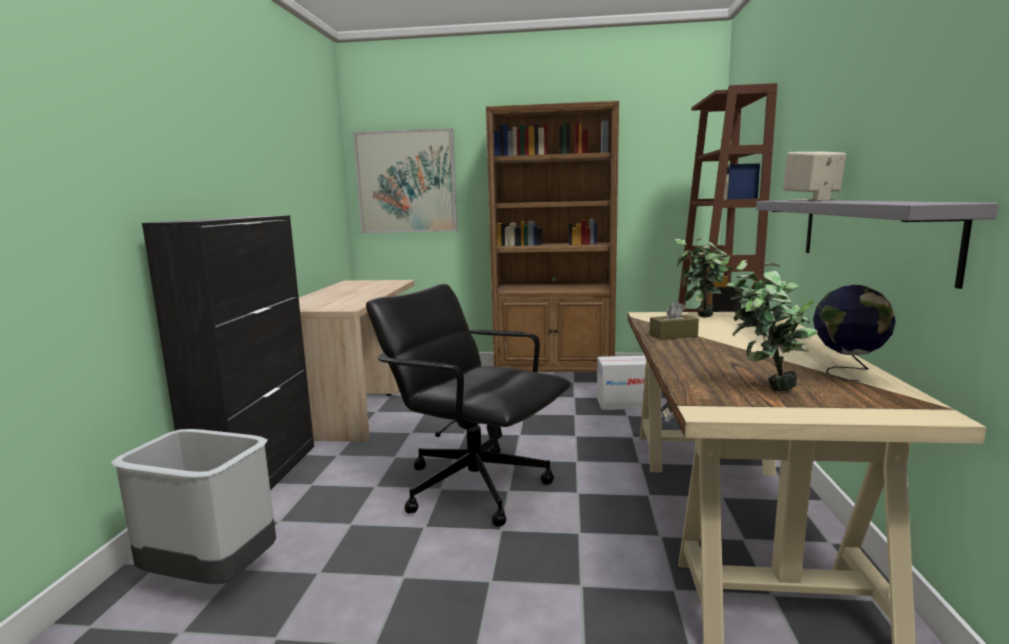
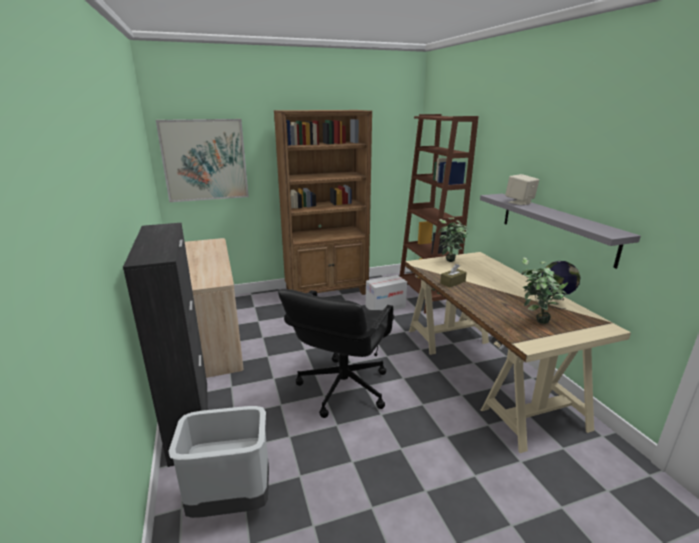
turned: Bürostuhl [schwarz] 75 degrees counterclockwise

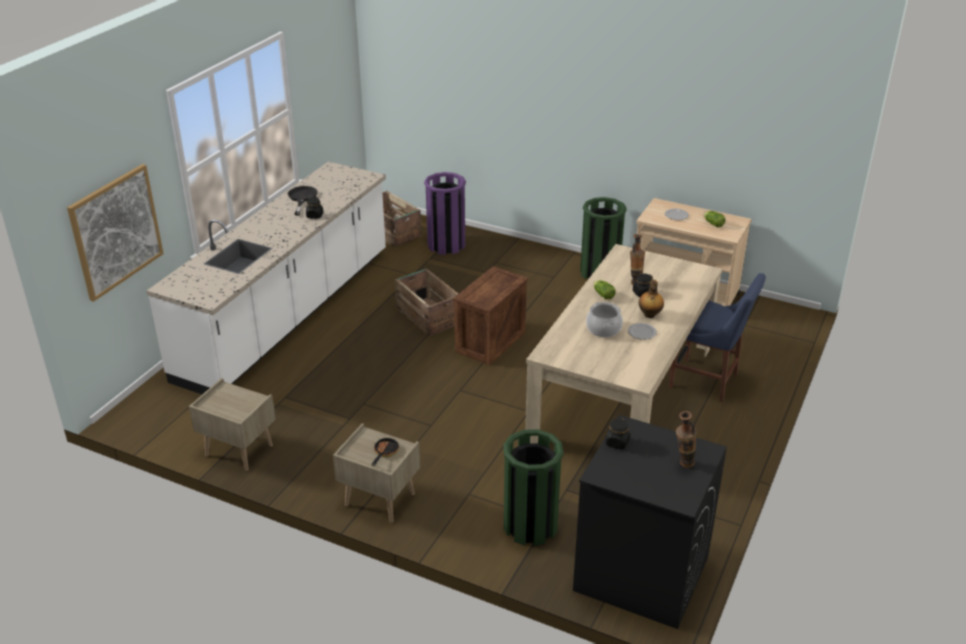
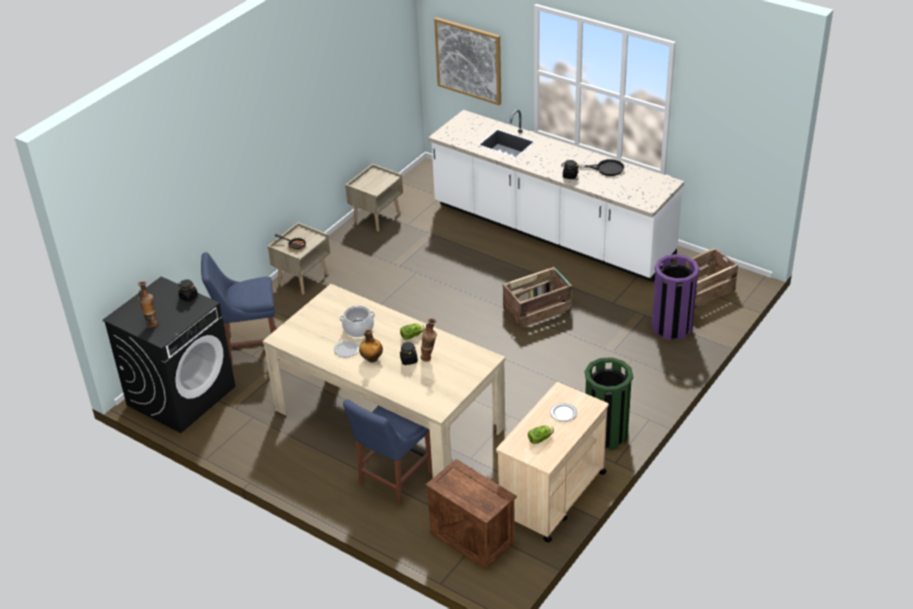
moved: Kiste (3rd from left in the first image) to Kiste (1st from left)
replaced: Mülleimer [grün] (1st from left) to Stuhl [blau] (1st from left)

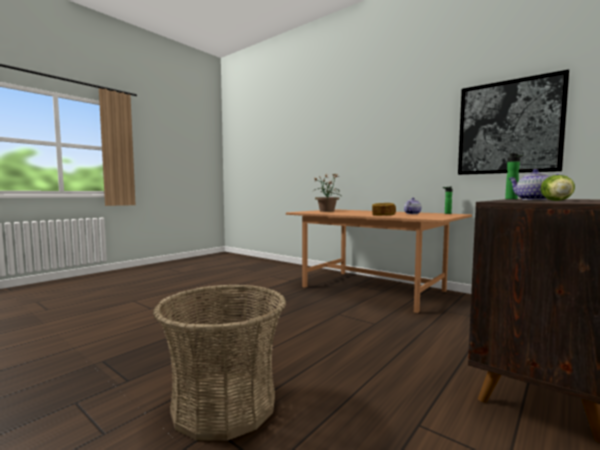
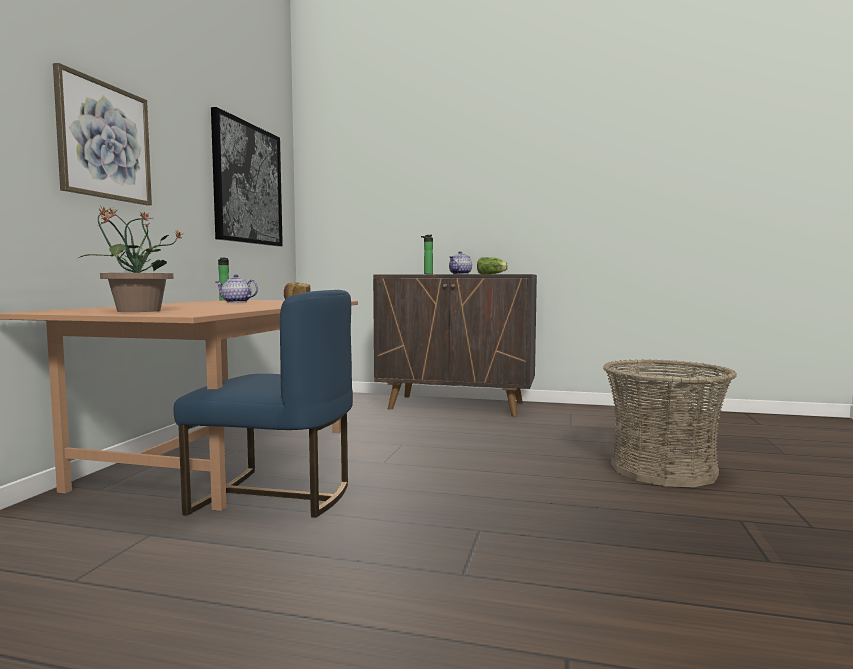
added: Bild (1st from left); Stuhl [blau]

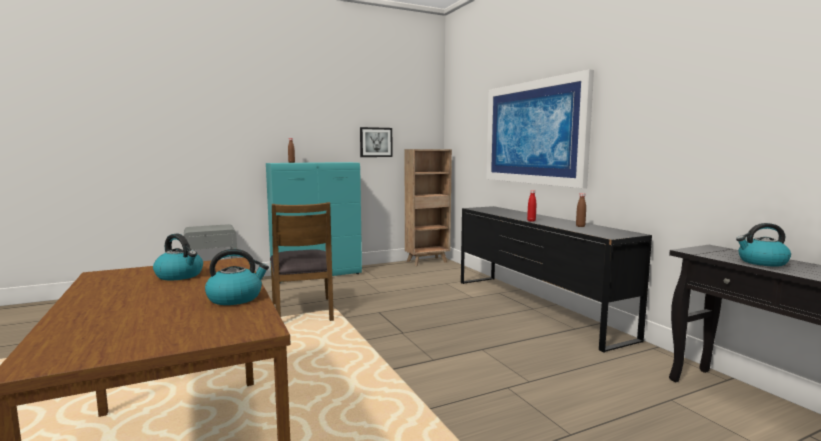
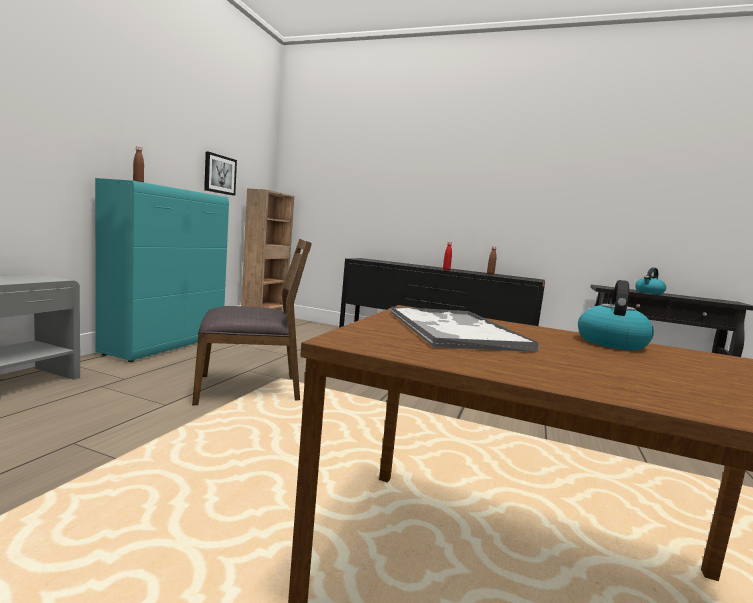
removed: Bild (2nd from left)
replaced: Wasserkessel (1st from left) to Tablett
turned: Stuhl [braun] 45 degrees counterclockwise

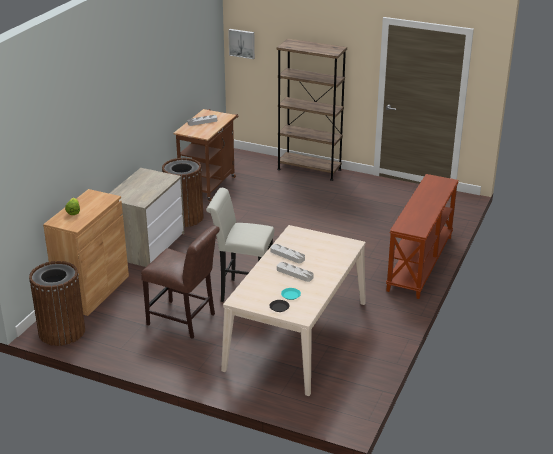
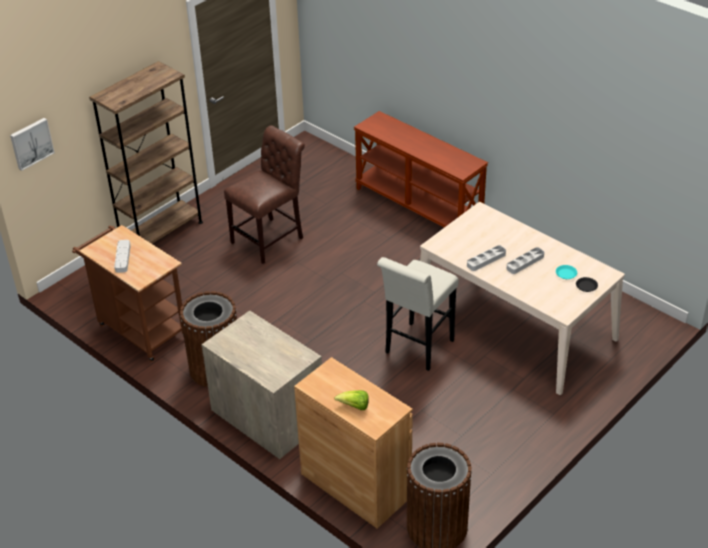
moved: Stuhl [braun]

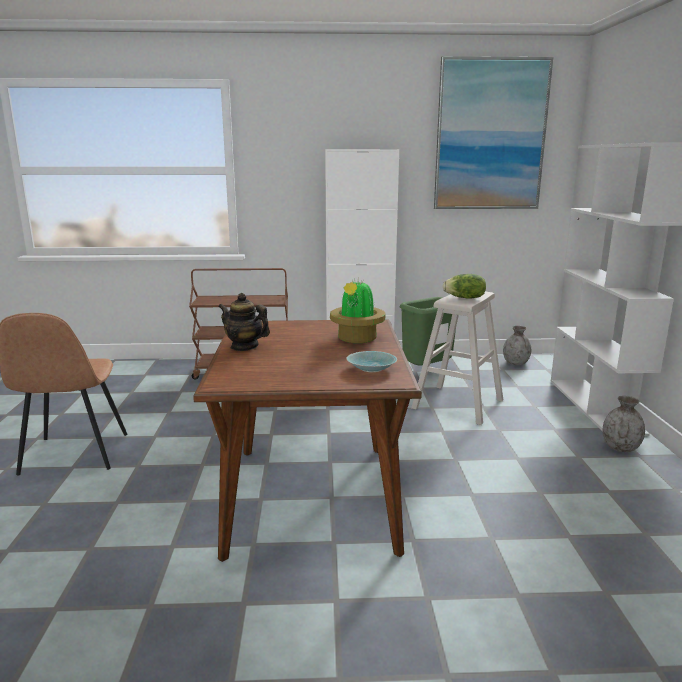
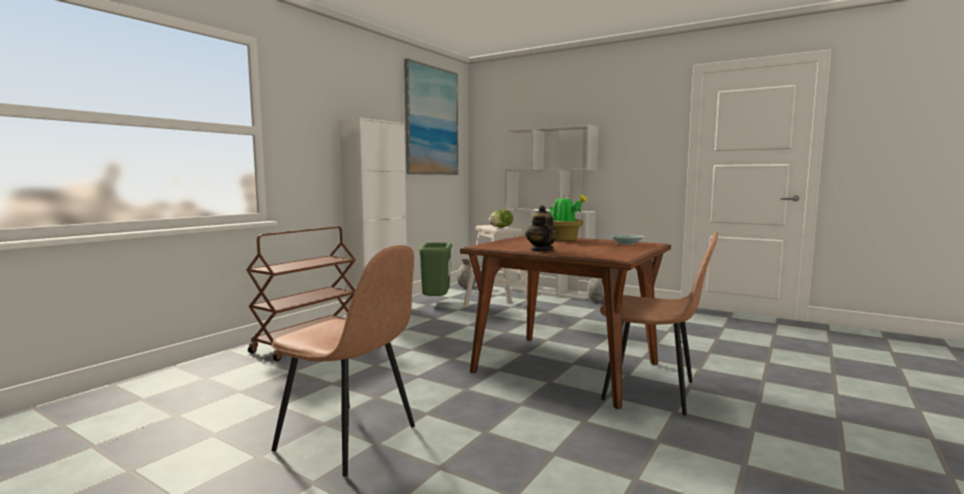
added: Stuhl [braun] (2nd from left)
turned: Teekanne 105 degrees clockwise

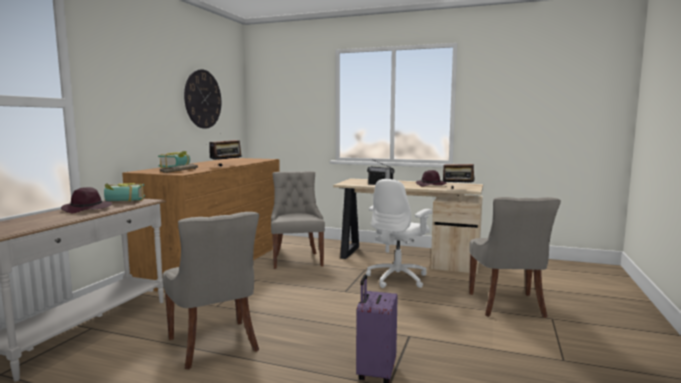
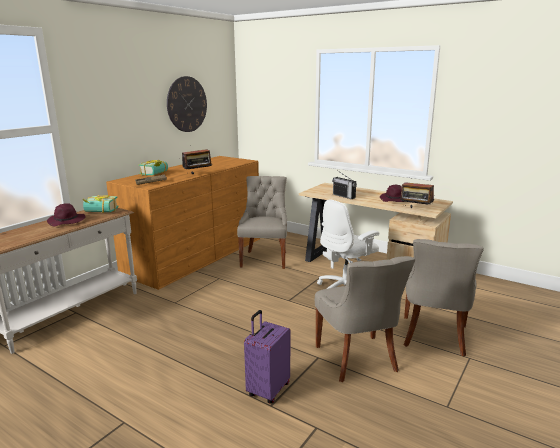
moved: Stuhl [grau] (1st from left in the first image) to Stuhl [grau] (2nd from left)

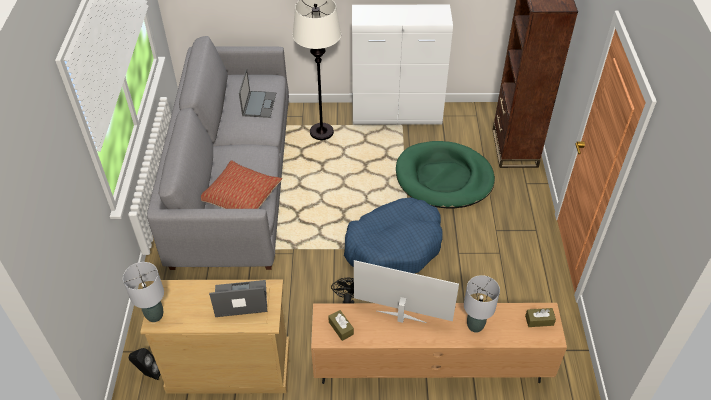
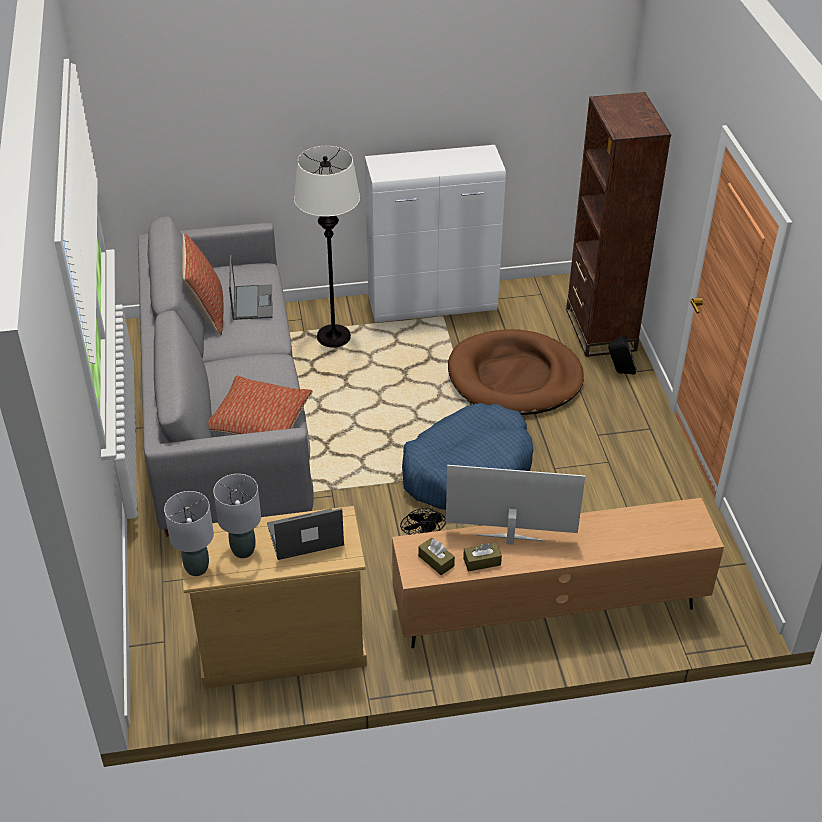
added: Kissen (1st from left)
moved: Lautsprecher [schwarz]; Tischlampe [grau] (2nd from left); Taschentuchbox [braun] (2nd from left)
recoloured: Hundebett [grün] to Hundebett [braun]

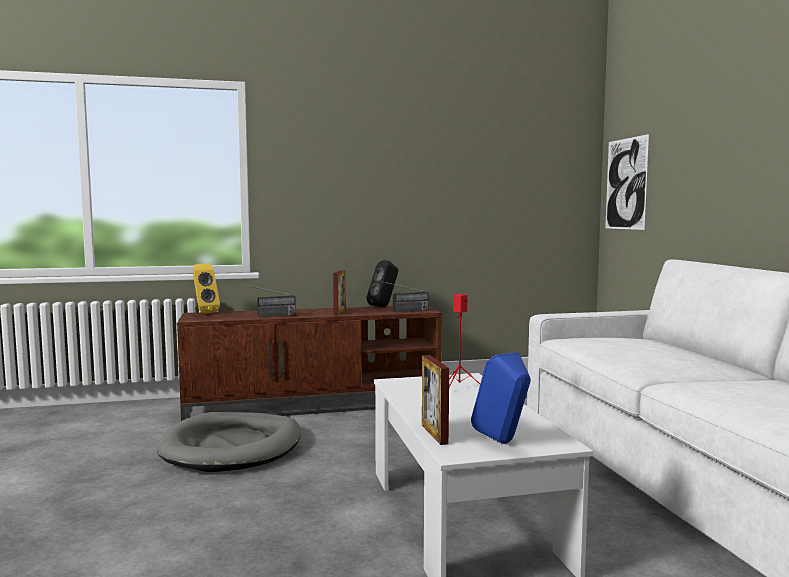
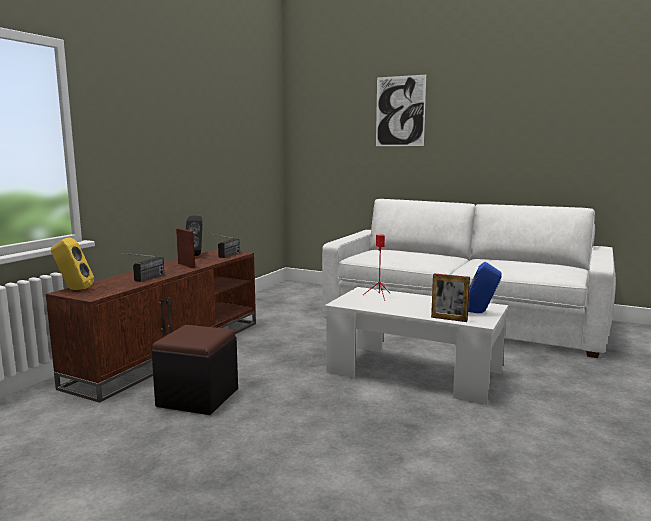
moved: Bild
replaced: Hundebett [grau] to Polsterhocker [schwarz]

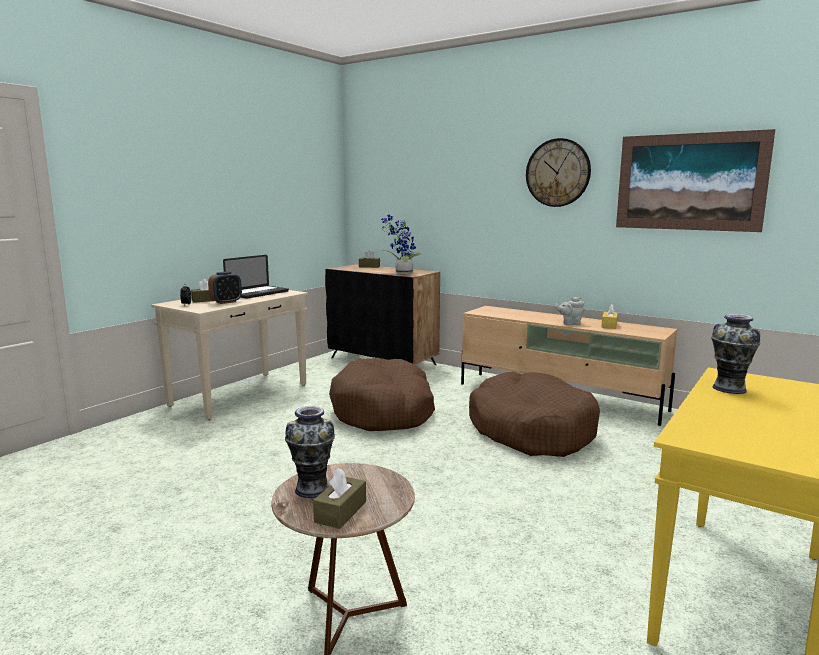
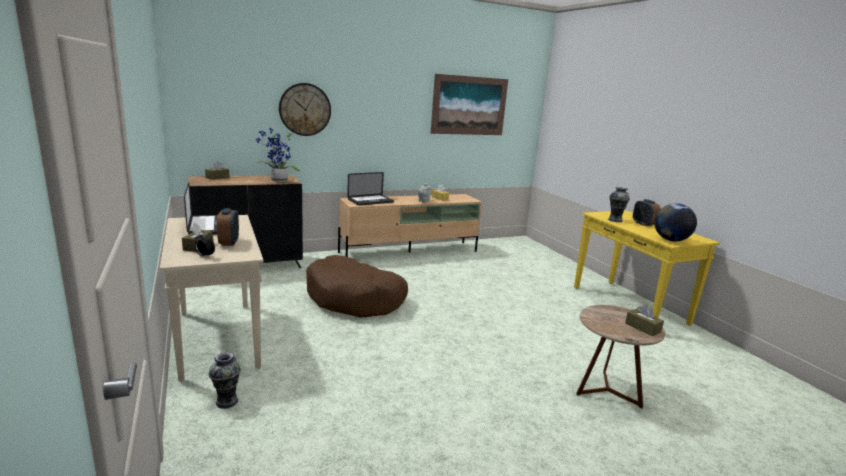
removed: Hundebett [braun] (2nd from left)
added: Laptop (2nd from left); Wecker (3rd from left); Globus
moved: Vase (1st from left); Wanduhr

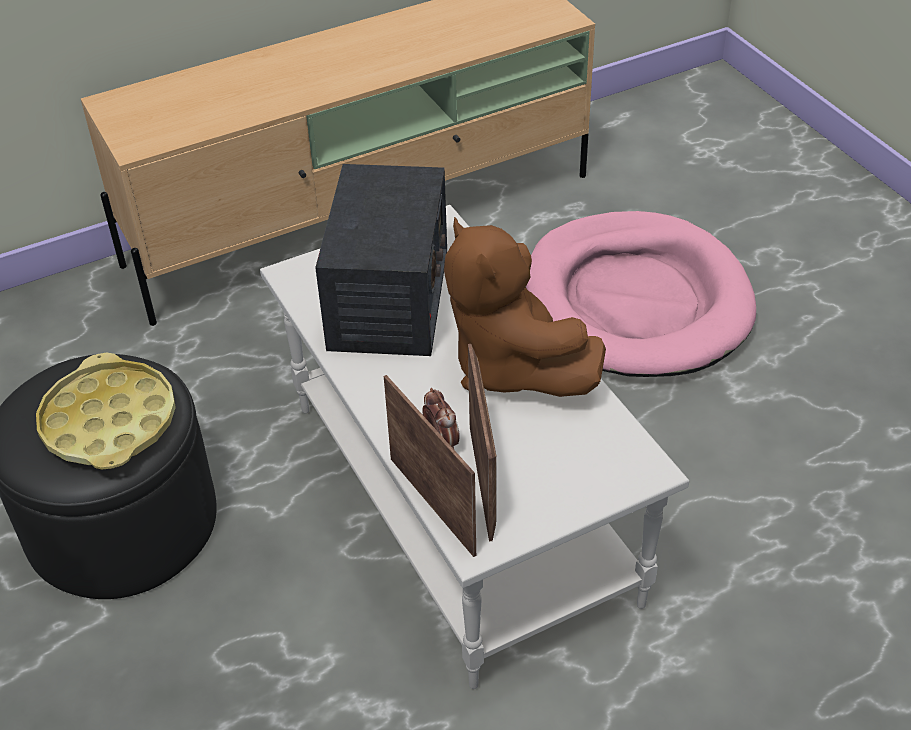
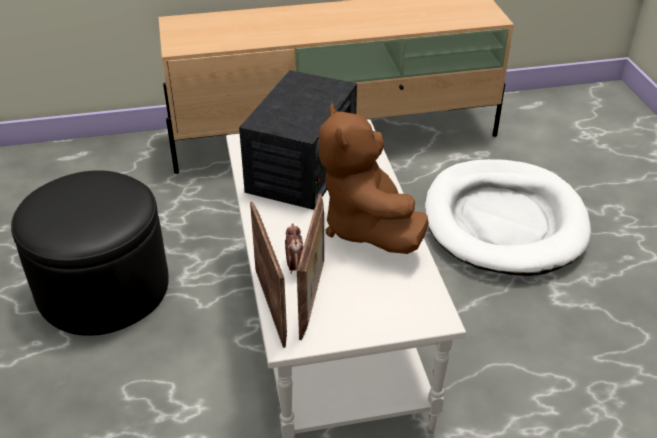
removed: Tablett [gelb]
recoloured: Hundebett [rosa] to Hundebett [weiß]

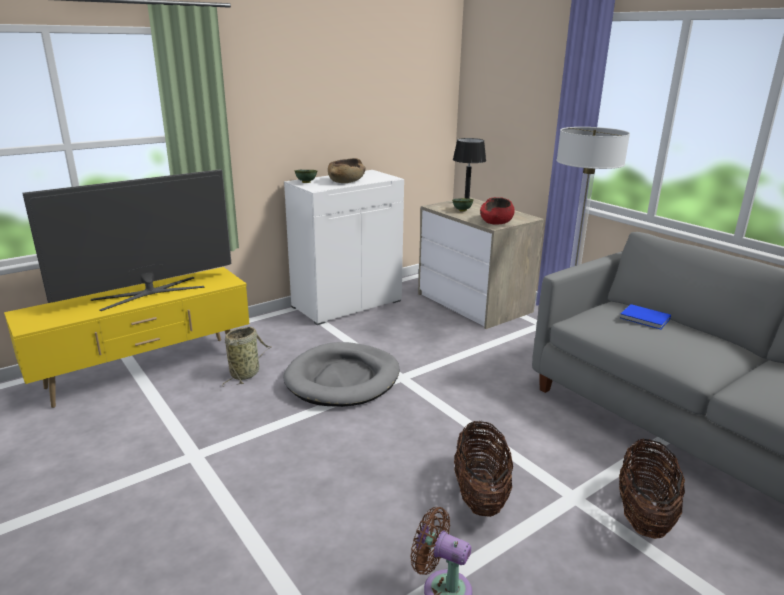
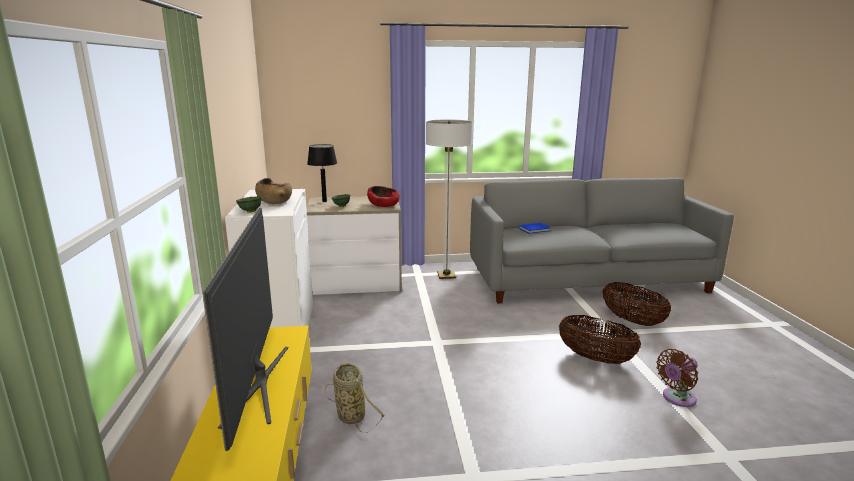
removed: Hundebett [grau]

